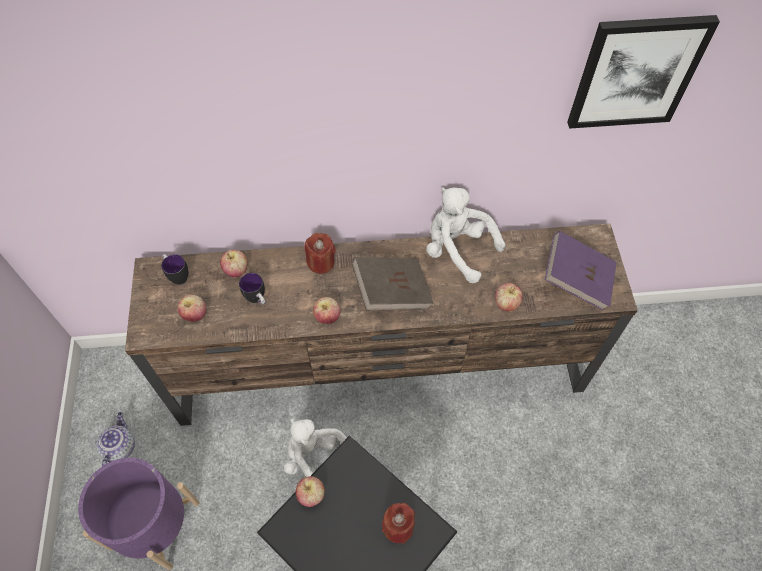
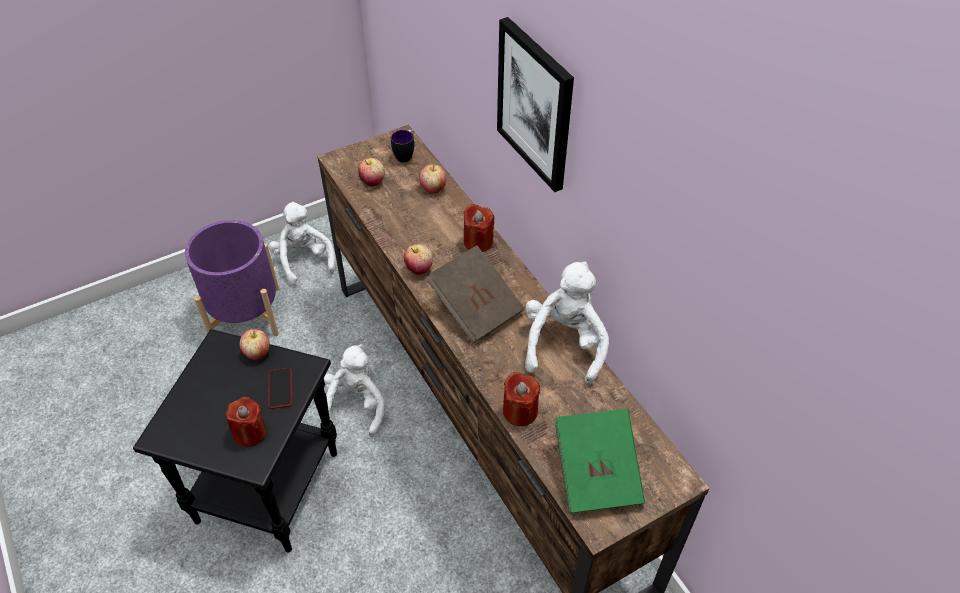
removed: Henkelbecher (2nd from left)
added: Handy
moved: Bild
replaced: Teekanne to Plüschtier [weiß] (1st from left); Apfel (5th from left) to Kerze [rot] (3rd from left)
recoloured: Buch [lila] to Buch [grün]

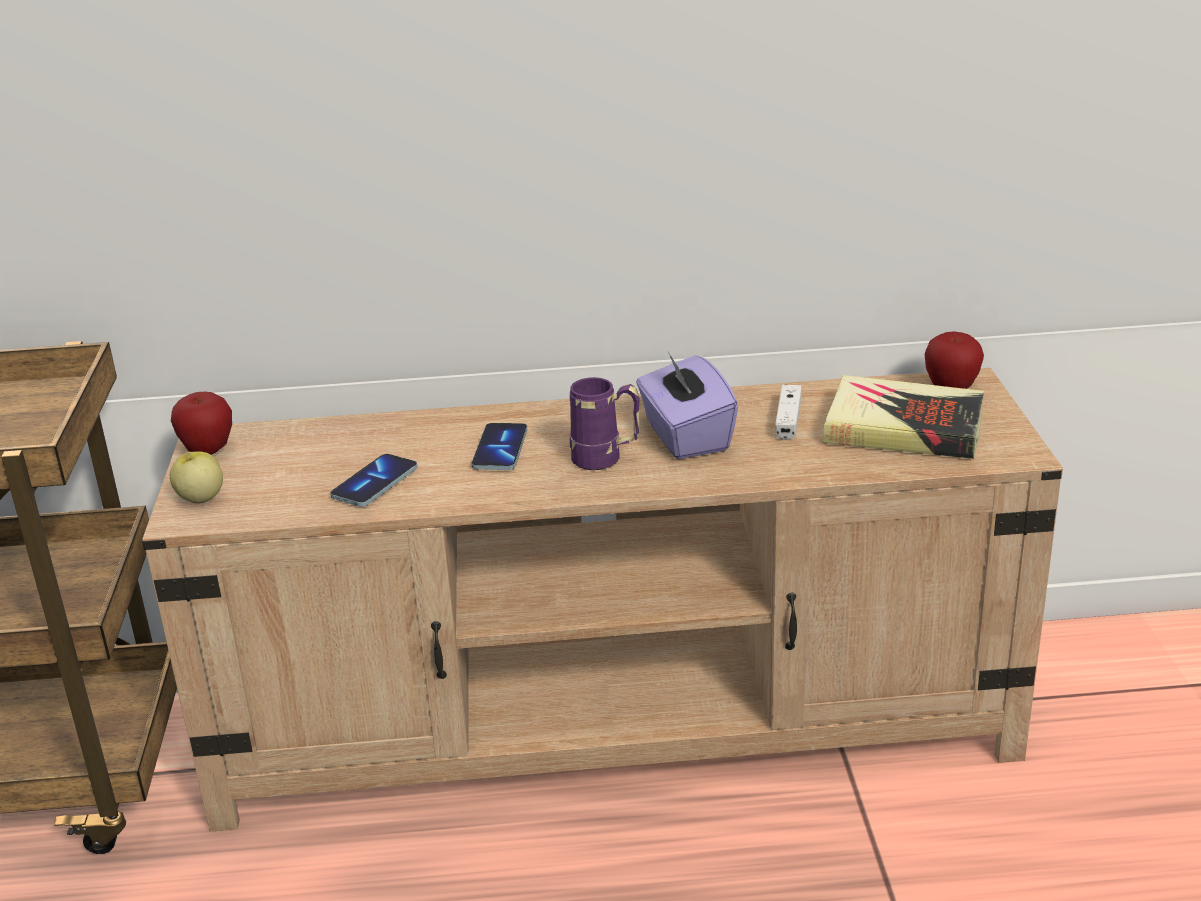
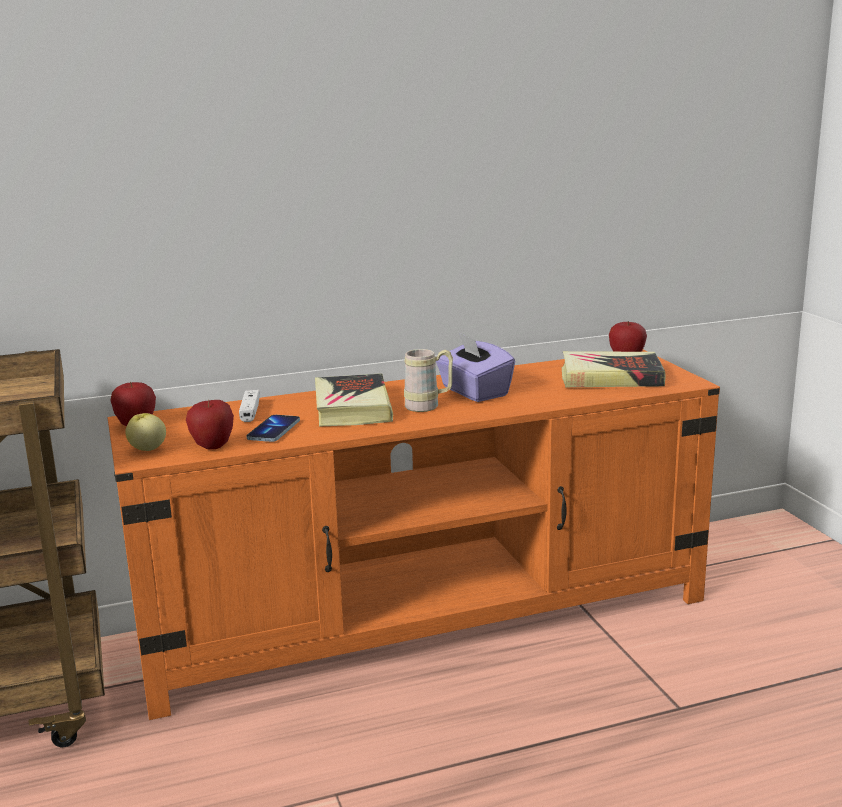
added: Apfel (3rd from left)
moved: Gamepad [weiß]
replaced: Handy (2nd from left) to Buch (1st from left)
recoloured: Fernsehschrank [beige] to Fernsehschrank [orange]; Henkelbecher [lila] to Henkelbecher [beige]

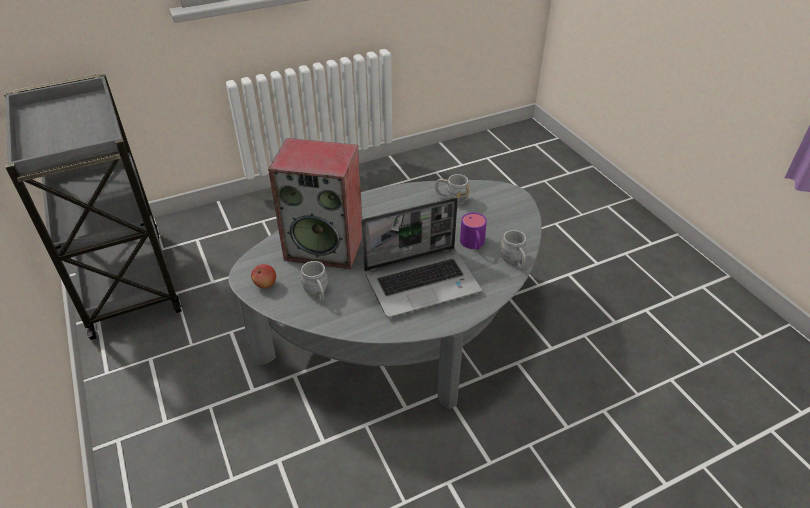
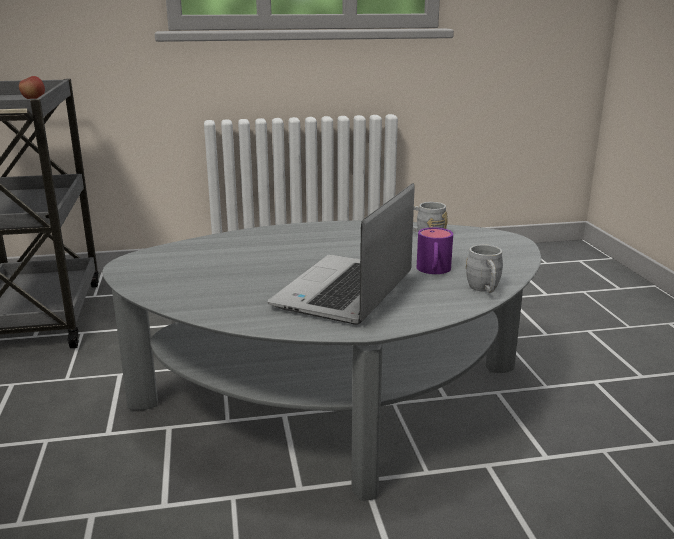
removed: Lautsprecher; Henkelbecher [grau] (1st from left)
moved: Apfel
turned: Laptop 120 degrees clockwise

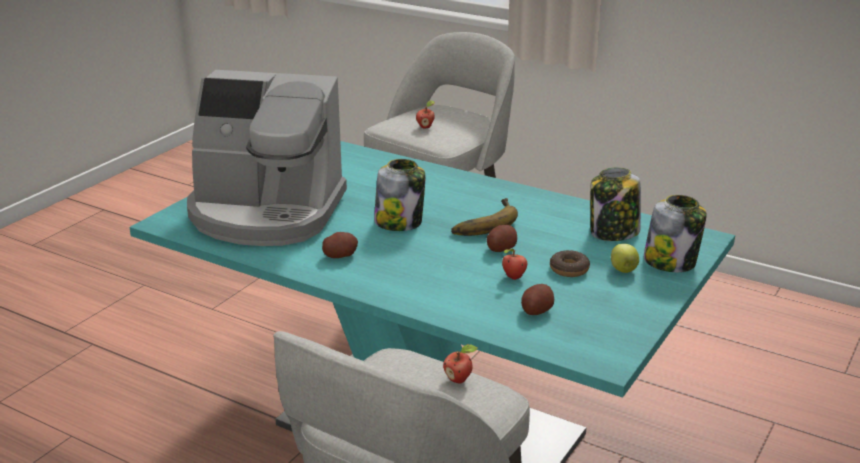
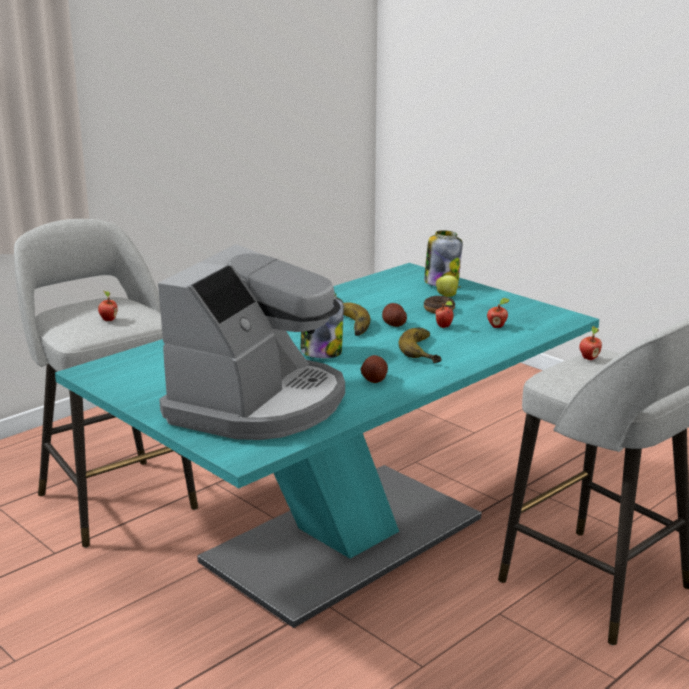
removed: Vorratsglas (2nd from left)
added: Banane (2nd from left)
replaced: Kartoffel (3rd from left) to Apfel (4th from left)

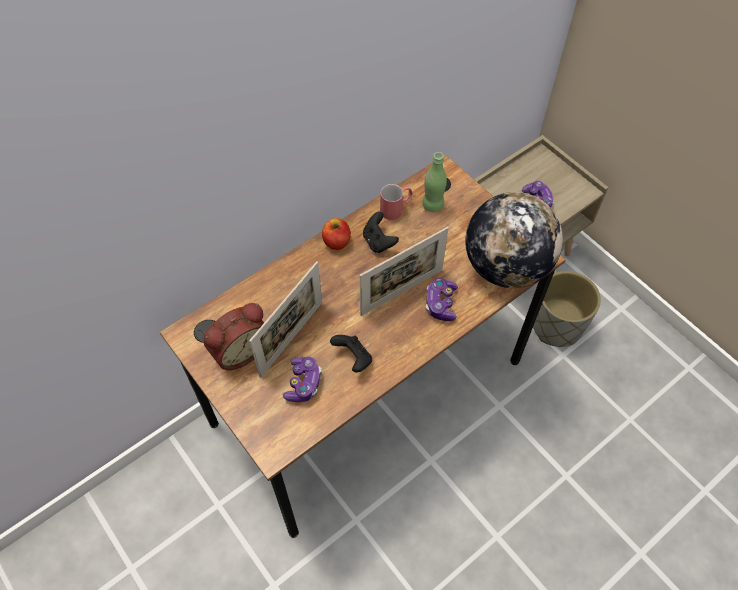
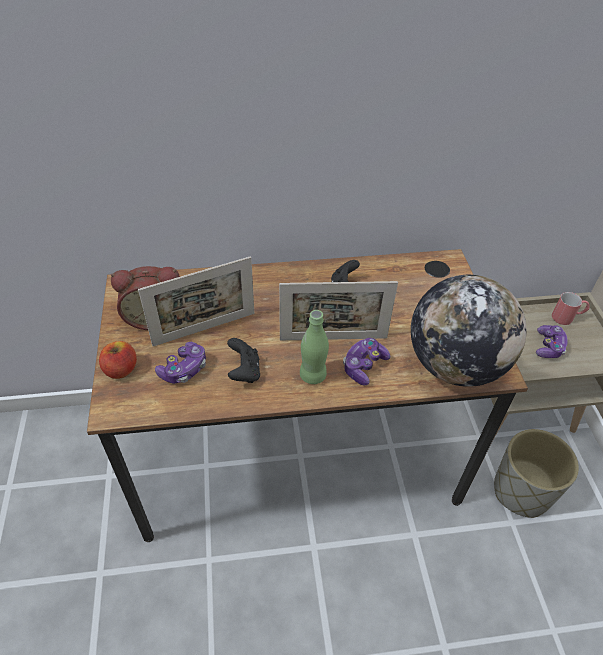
moved: Apfel; Henkelbecher [rot]; Flasche [grün]

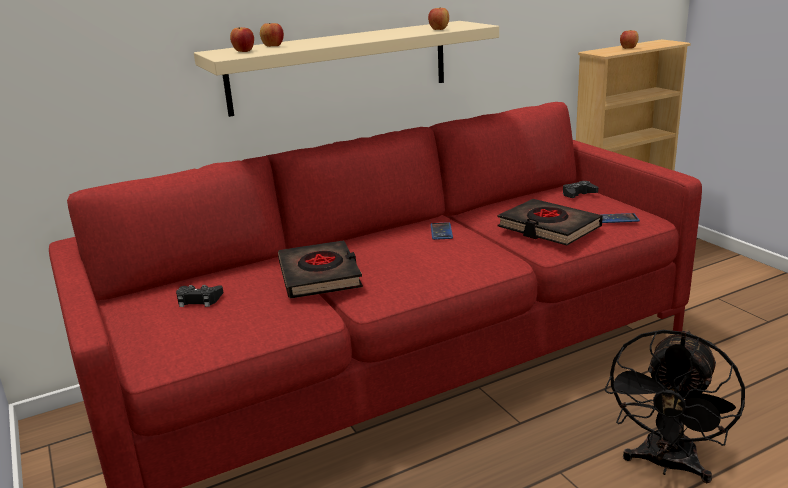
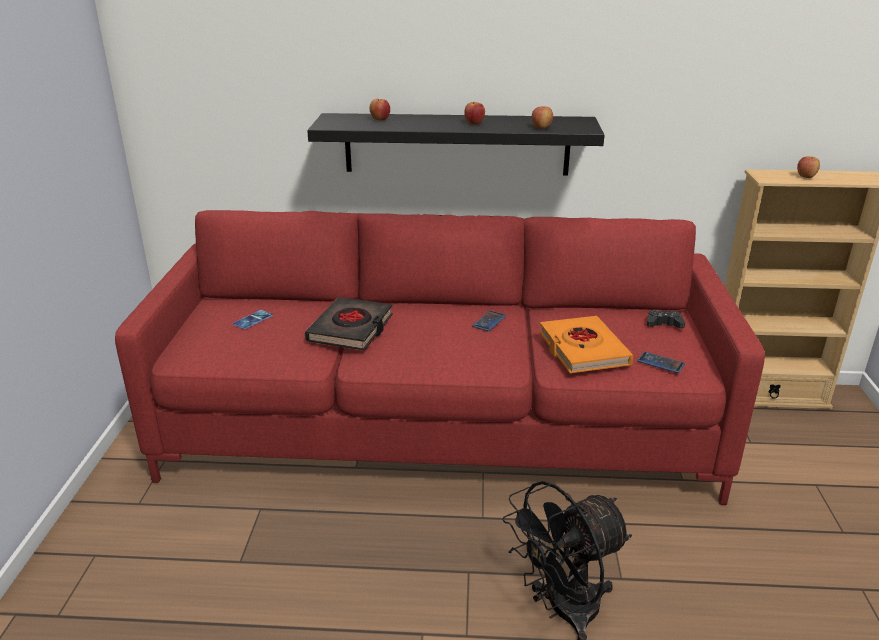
moved: Apfel (1st from left in the first image) to Apfel (2nd from left)
replaced: Gamepad [schwarz] (1st from left) to Handy (1st from left)
recoloured: Wandregal [beige] to Wandregal [schwarz]; Buch [schwarz] (2nd from left) to Buch [orange]

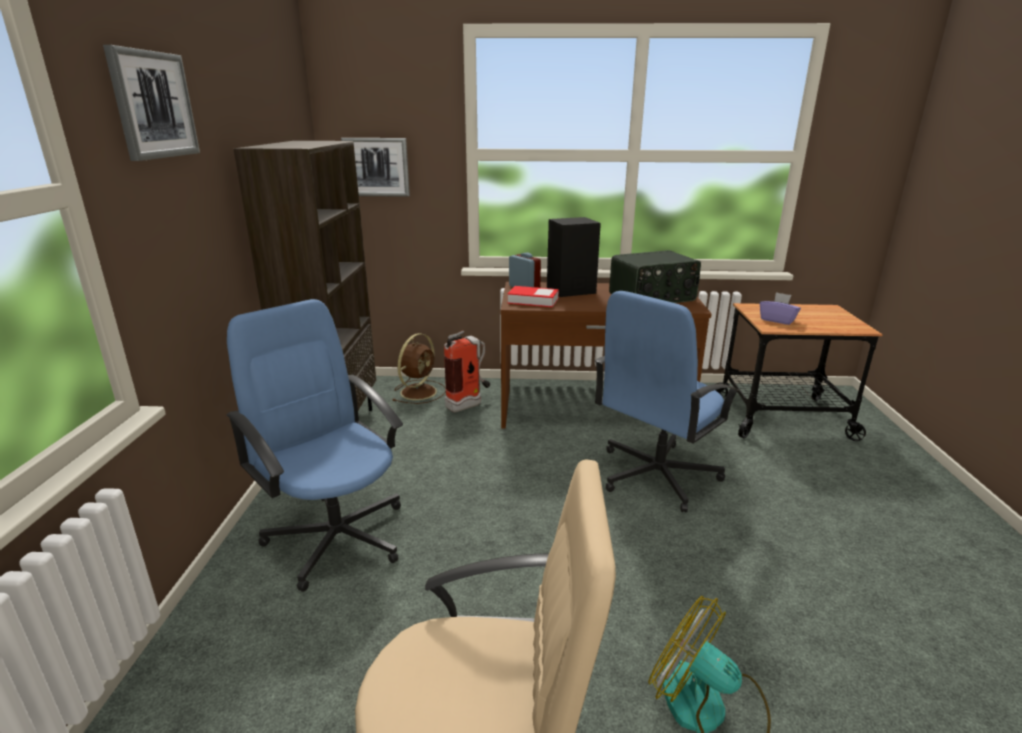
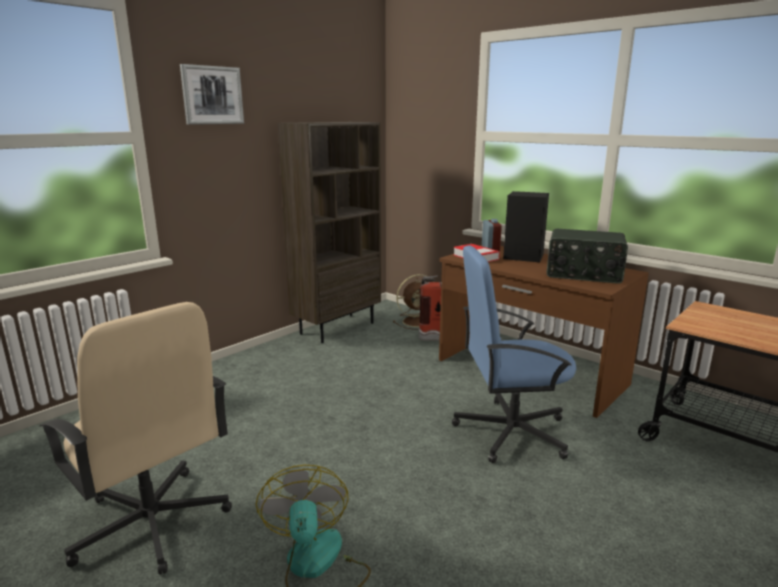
removed: Bürostuhl [blau] (1st from left); Bild (2nd from left); Taschentuchbox [lila]

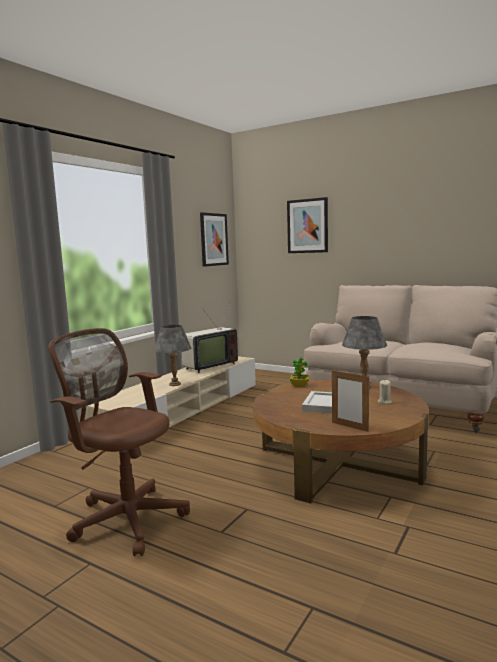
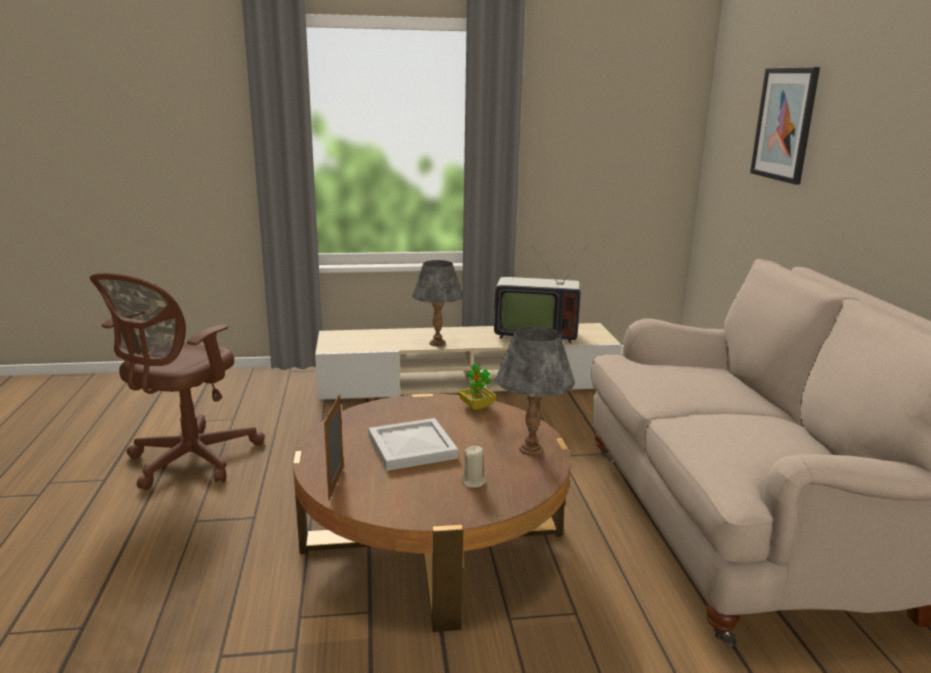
removed: Bild (1st from left)
turned: Bürostuhl [braun] 150 degrees counterclockwise

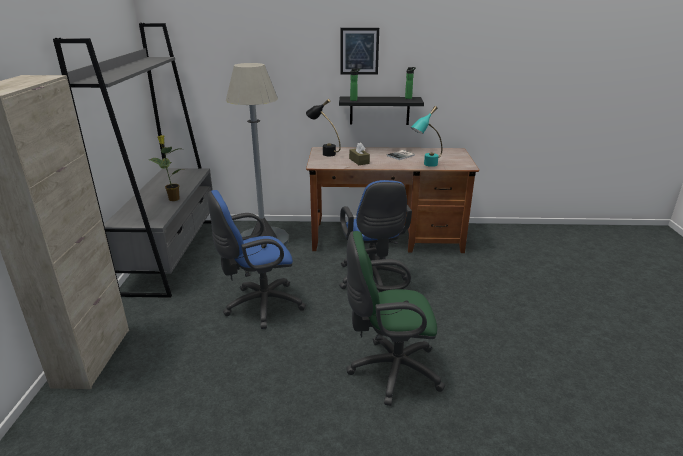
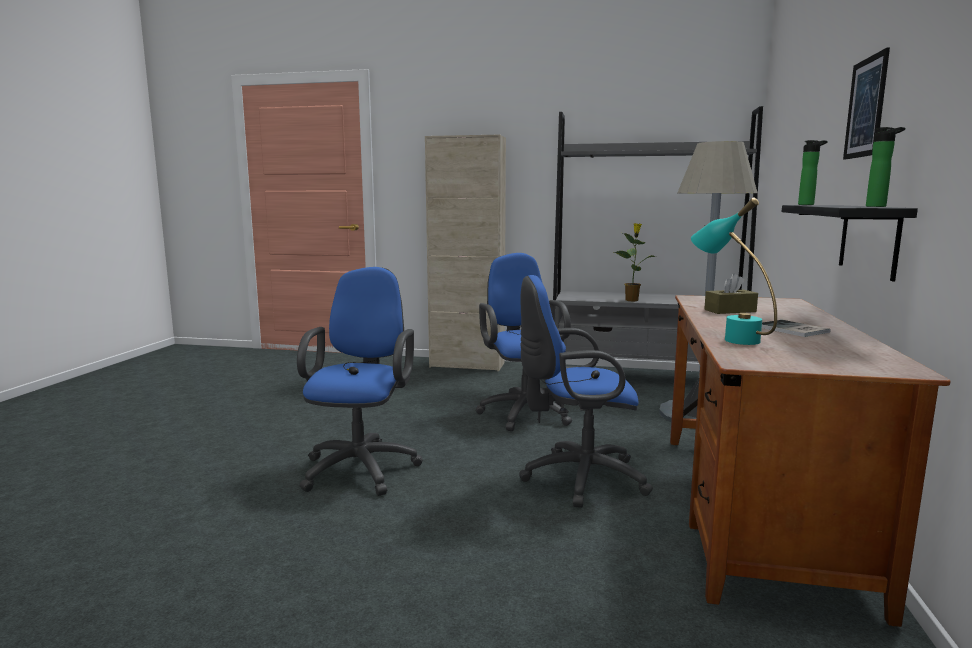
removed: Tischlampe [schwarz]
recoloured: Bürostuhl [grün] to Bürostuhl [blau] (1st from left)

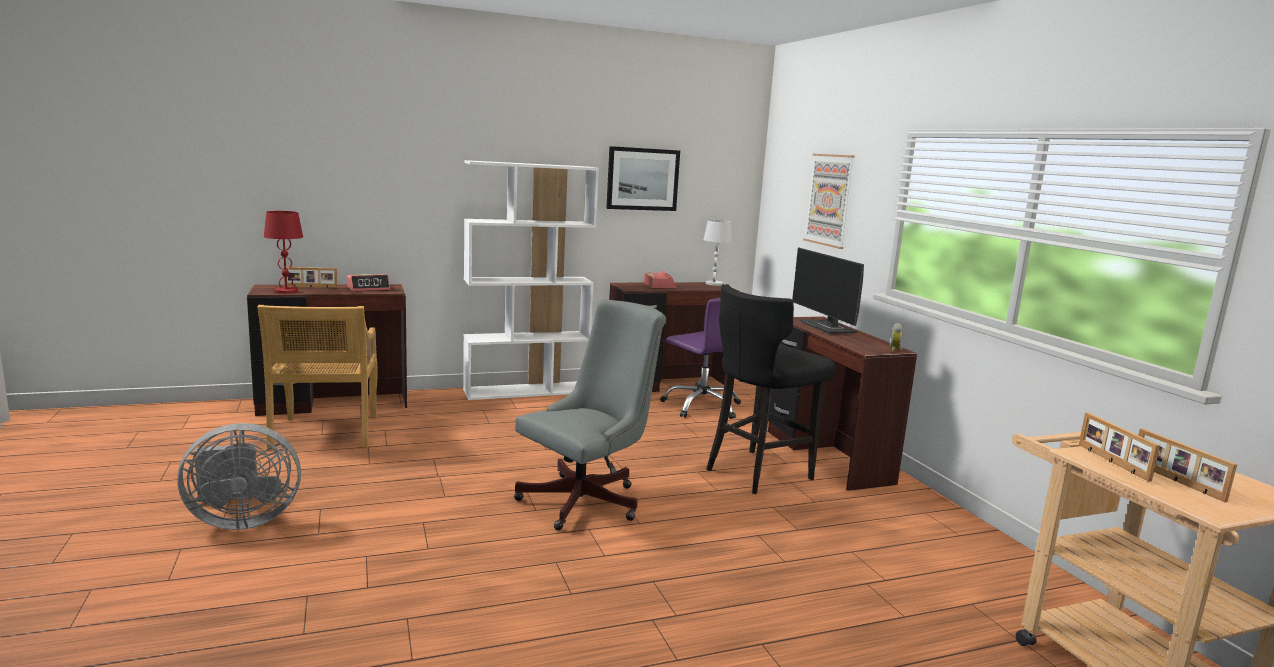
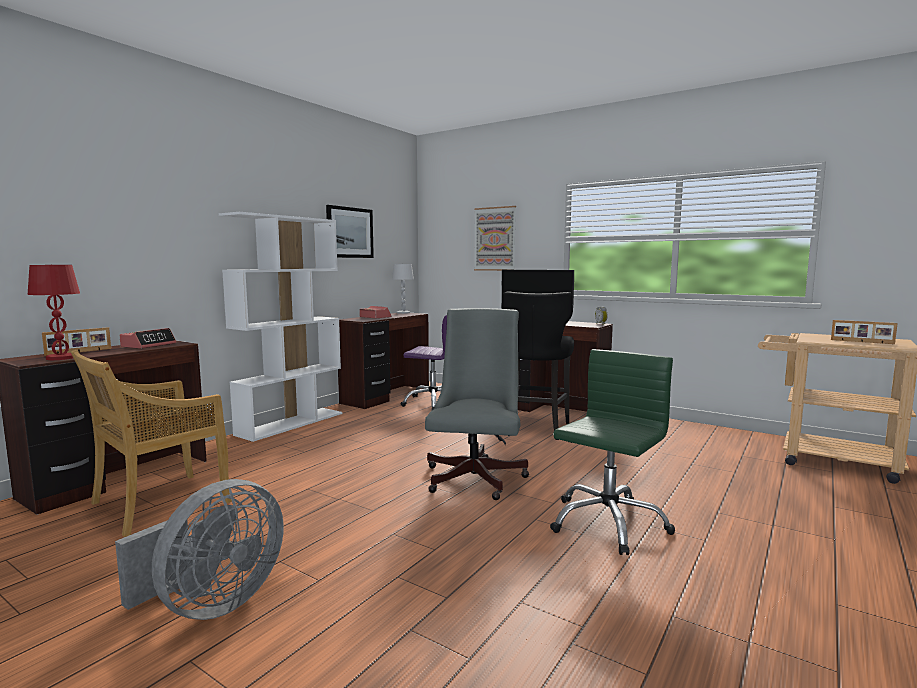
removed: Bilderrahmen (2nd from left)
added: Bürostuhl [grün]
turned: Stuhl [beige] 90 degrees clockwise

